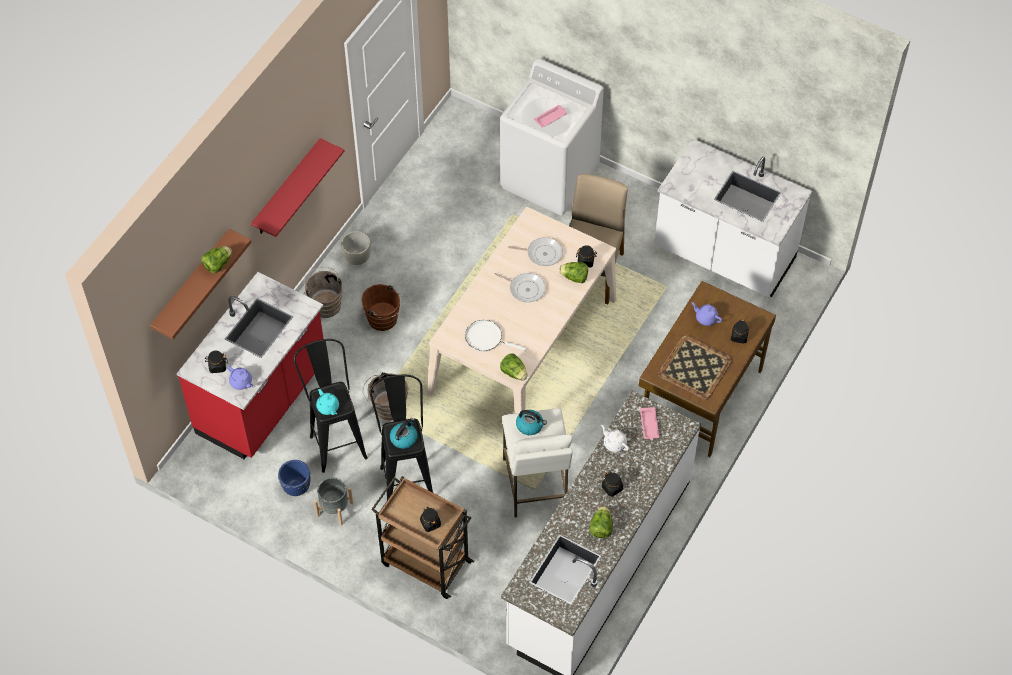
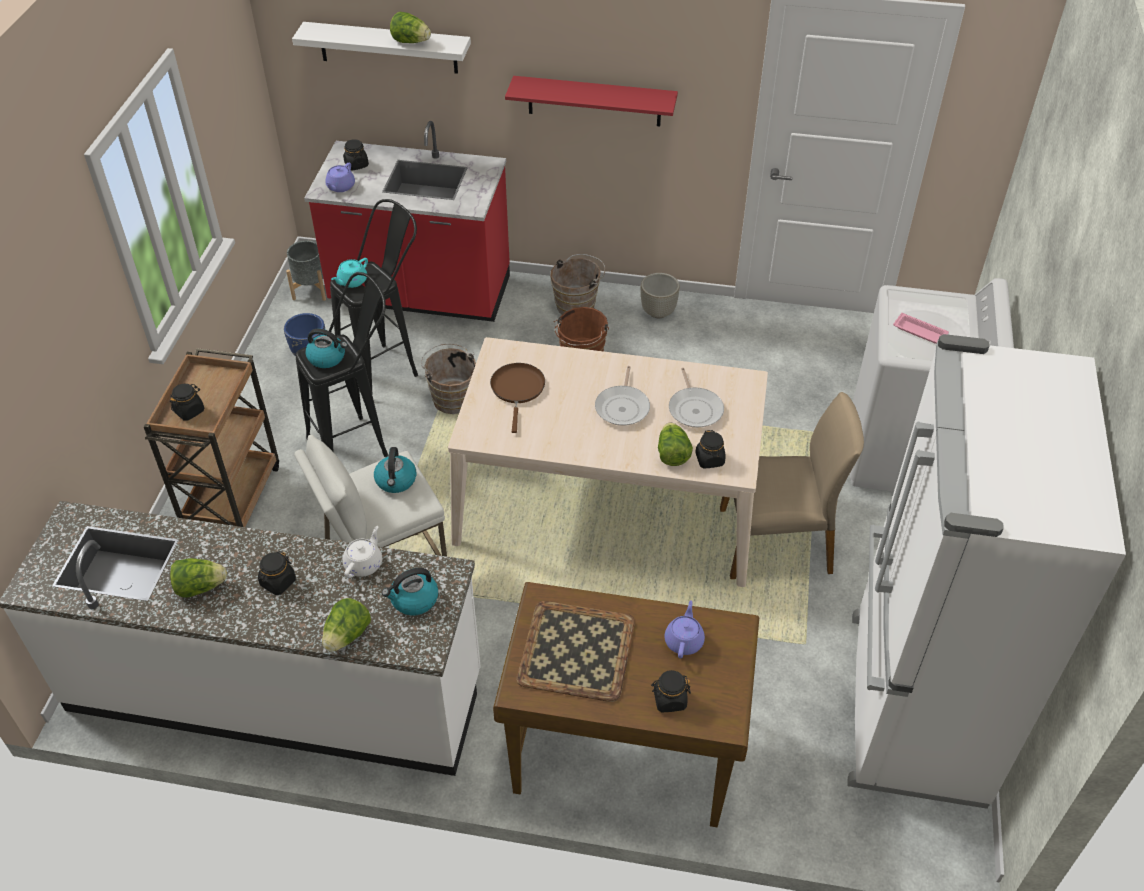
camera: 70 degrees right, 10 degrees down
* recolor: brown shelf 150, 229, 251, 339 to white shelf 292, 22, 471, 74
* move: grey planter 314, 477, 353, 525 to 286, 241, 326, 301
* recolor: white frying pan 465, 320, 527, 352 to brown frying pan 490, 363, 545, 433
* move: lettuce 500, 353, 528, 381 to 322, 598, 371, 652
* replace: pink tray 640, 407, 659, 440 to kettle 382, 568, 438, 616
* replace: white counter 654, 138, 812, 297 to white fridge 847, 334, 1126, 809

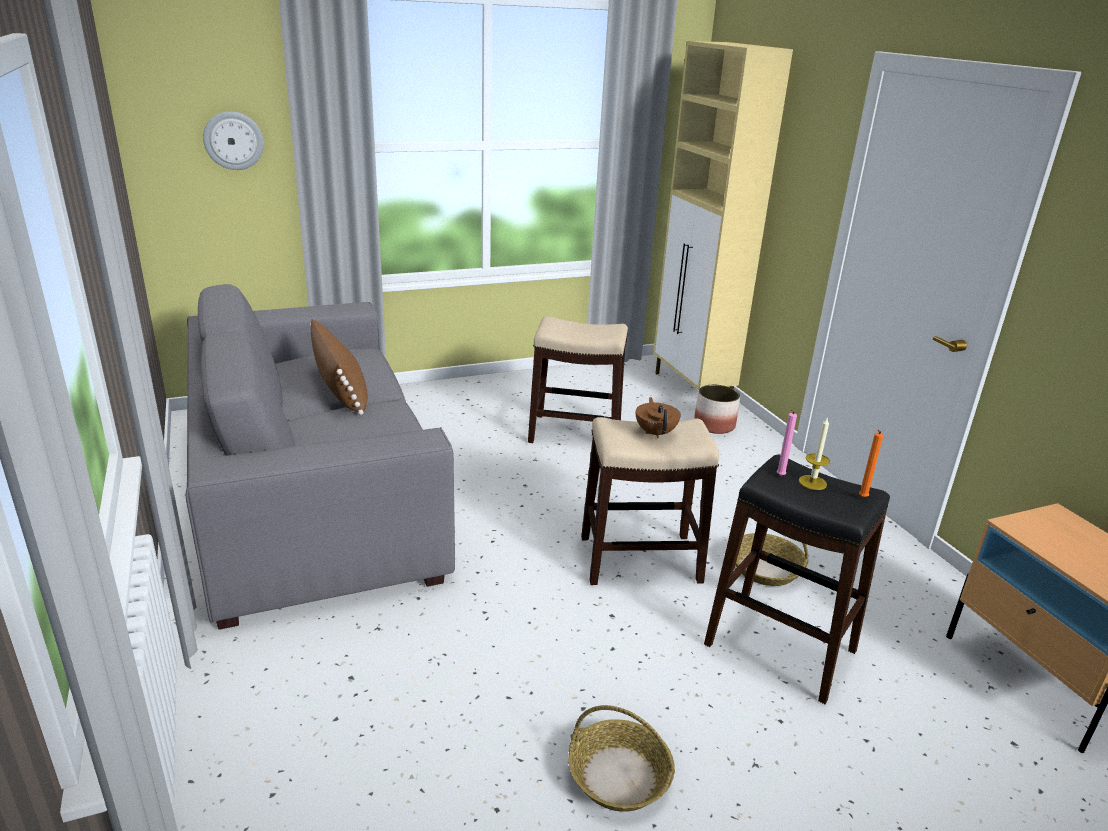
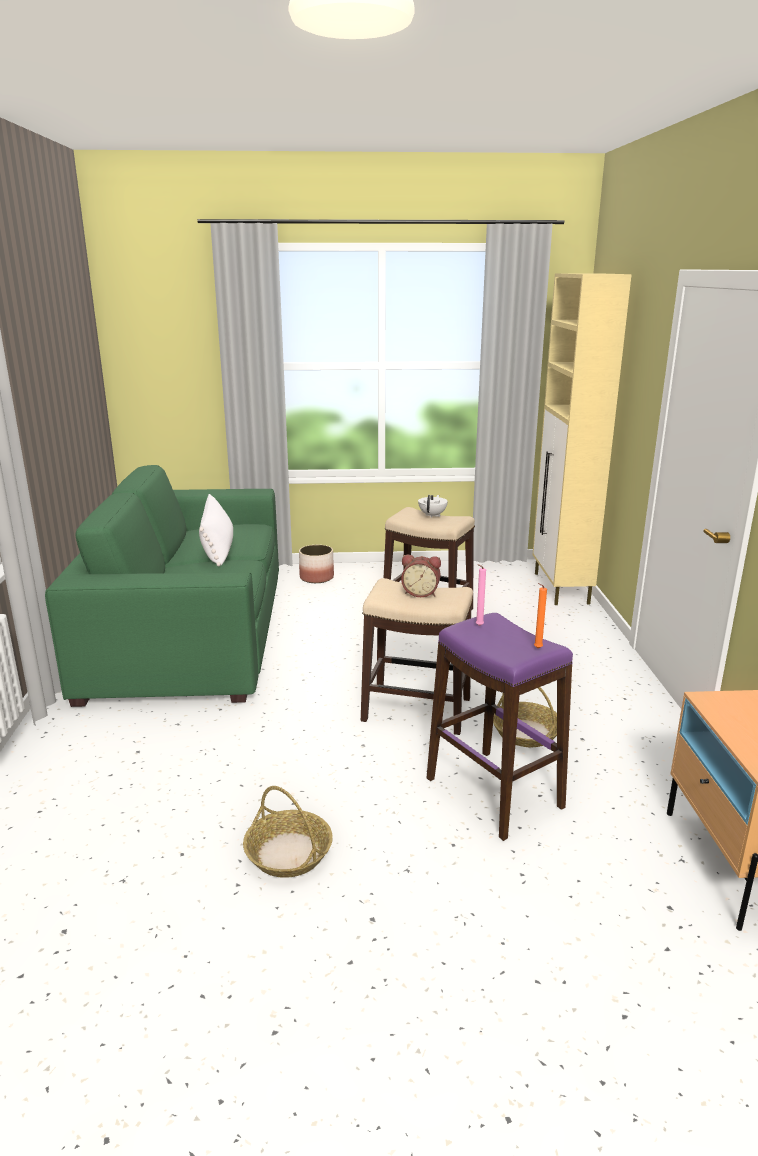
camera: 20 degrees right, 5 degrees down
* recolor: grey sofa 185, 284, 455, 630 to green sofa 45, 465, 279, 707
* delete: wall clock 203, 111, 264, 170
* recolor: brown pillow 310, 319, 368, 415 to white pillow 199, 494, 233, 566
* replace: brown teapot 636, 397, 681, 438 to alarm clock 401, 555, 441, 597
* move: planter 694, 385, 740, 434 to 299, 545, 334, 583
* recolor: black stool 704, 455, 890, 704 to purple stool 426, 613, 573, 841
* delete: candle 799, 418, 830, 490
* insert: white teapot 418, 495, 448, 518

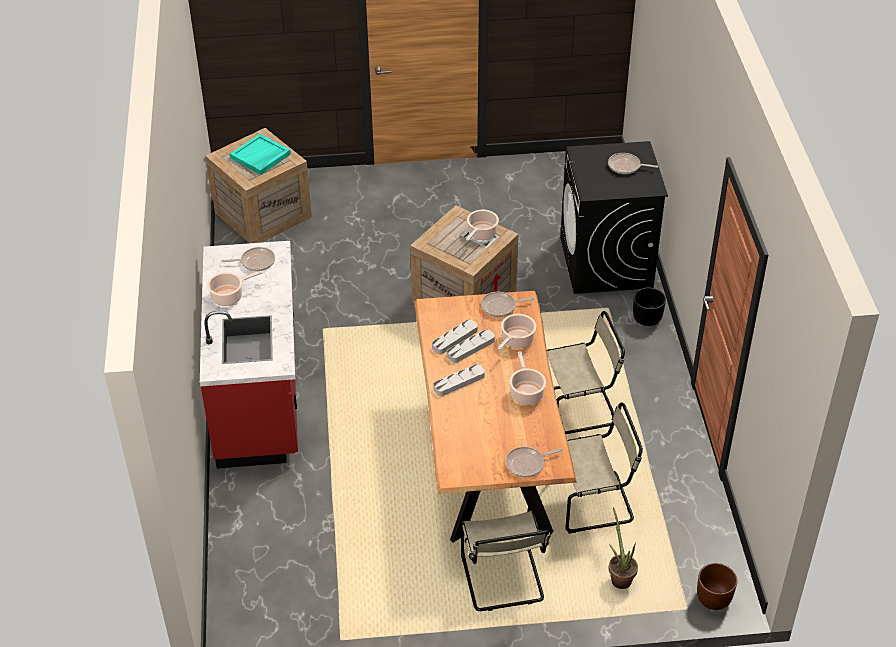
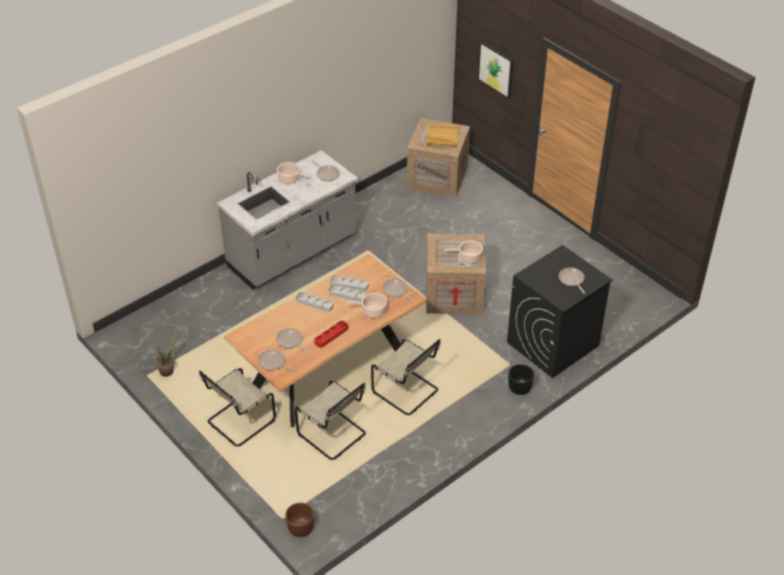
camera: 55 degrees right, 0 degrees up
* recolor: red counter 200, 241, 298, 469 to grey counter 217, 150, 358, 290
* recolor: turquoise tray 230, 134, 291, 175 to beige tray 426, 125, 458, 148
* replace: cooking pot 509, 351, 546, 405 to red tray 314, 321, 348, 348
* move: potted plant 609, 507, 638, 589 to 155, 326, 177, 377
* insert: frying pan 276, 328, 308, 353
* insert: picture 478, 41, 514, 99

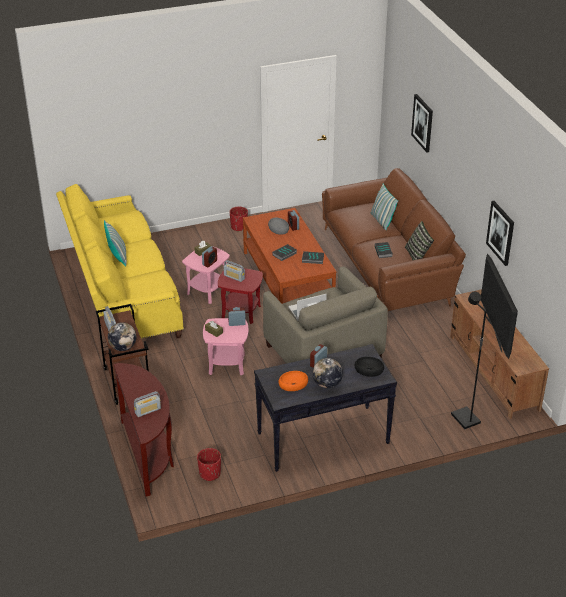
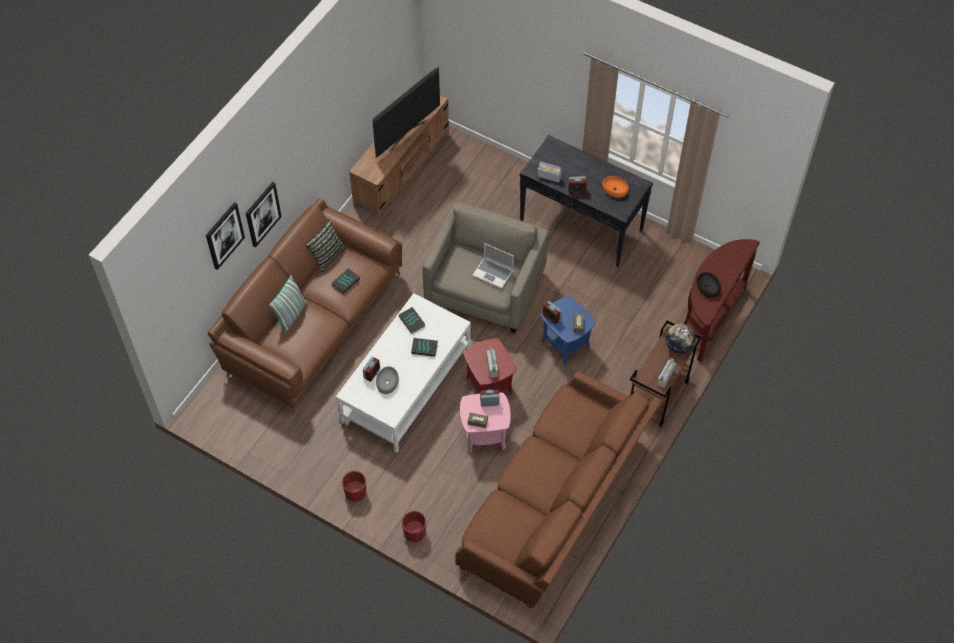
camera: 130 degrees left, 20 degrees up
* recolor: yellow sofa 56, 184, 184, 339 to brown sofa 455, 371, 661, 608
* delete: pillow 104, 220, 127, 266
* move: radio 134, 391, 161, 417 to 537, 162, 562, 183
* move: red planter 197, 448, 221, 481 to 402, 511, 426, 542
* recolor: pink side table 203, 318, 249, 375 to blue side table 541, 296, 596, 364
* recolor: brown coffee table 243, 208, 336, 304 to white coffee table 336, 293, 471, 453
* delete: globe 312, 358, 343, 388
* move: black bowl 355, 357, 384, 377 to 697, 272, 721, 298
* delete: black floor lamp 451, 292, 487, 429
* move: picture 486, 201, 514, 266 to 246, 182, 282, 248

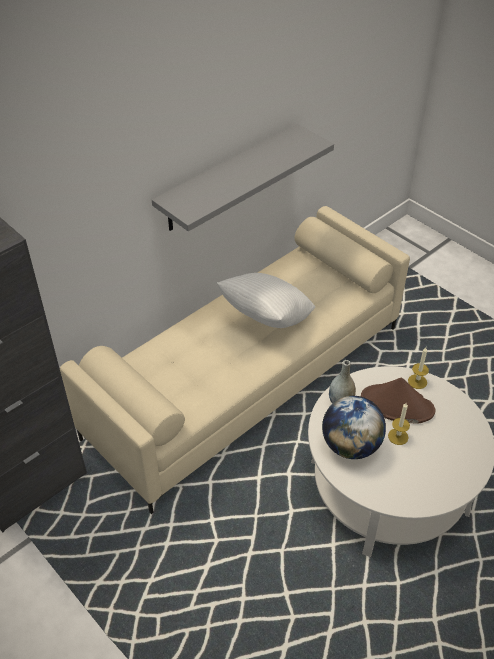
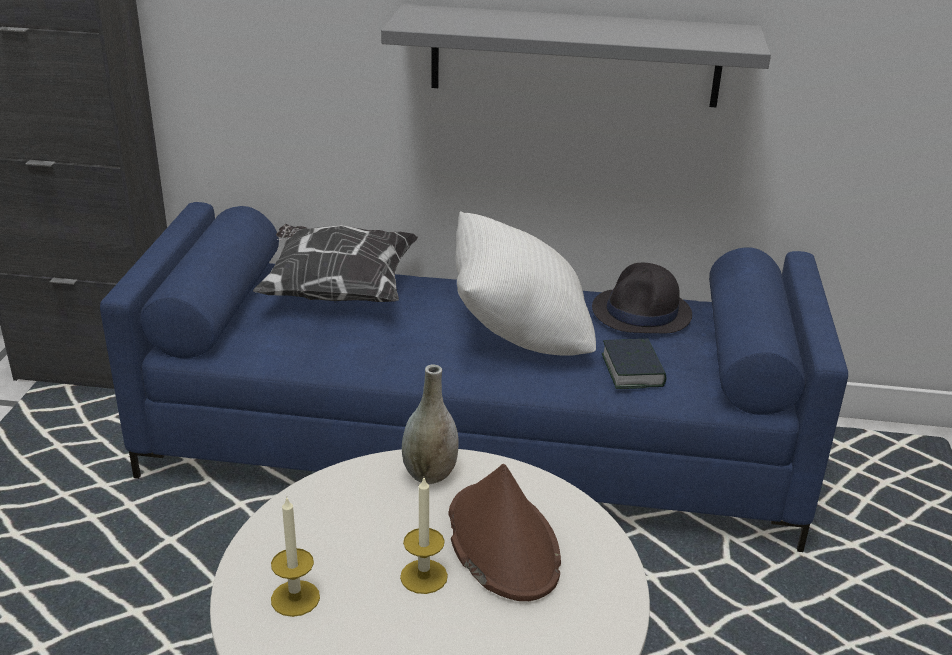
camera: 50 degrees right, 15 degrees down
* recolor: beige sofa 60, 206, 410, 514 to blue sofa 100, 202, 848, 552
* delete: globe 322, 396, 386, 459
* move: candle 408, 347, 429, 389 to 271, 498, 320, 617
* insert: pillow 253, 224, 418, 302
* insert: black hat 592, 263, 692, 333
* insert: book 602, 339, 667, 389

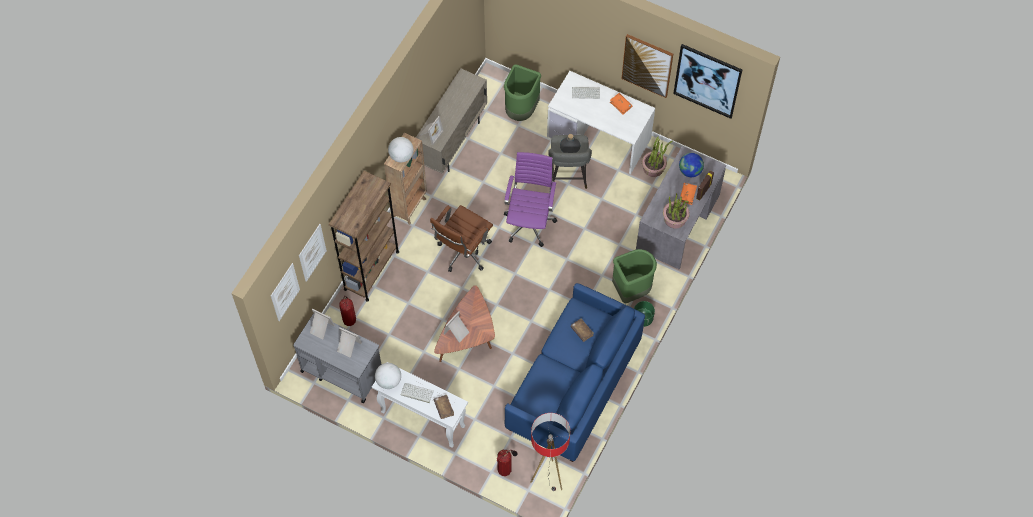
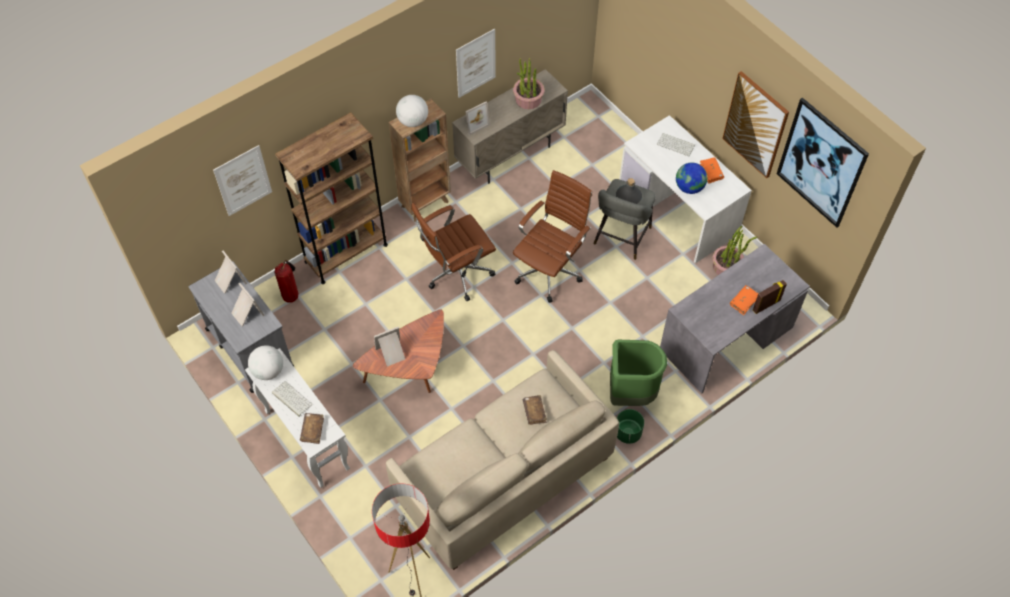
camera: 25 degrees right, 5 degrees down
* move: picture 271, 263, 300, 321 to 456, 29, 496, 98
* delete: fire extinguisher 496, 450, 518, 476
* delete: green trash can 504, 65, 541, 121
* recolor: purple office chair 504, 152, 557, 247 to brown office chair 513, 170, 592, 303
* recolor: blue sofa 505, 283, 645, 462 to beige sofa 386, 350, 619, 570
* move: potted plant 663, 193, 690, 228 to 513, 58, 545, 109
* move: globe 679, 153, 704, 177 to 676, 163, 707, 194

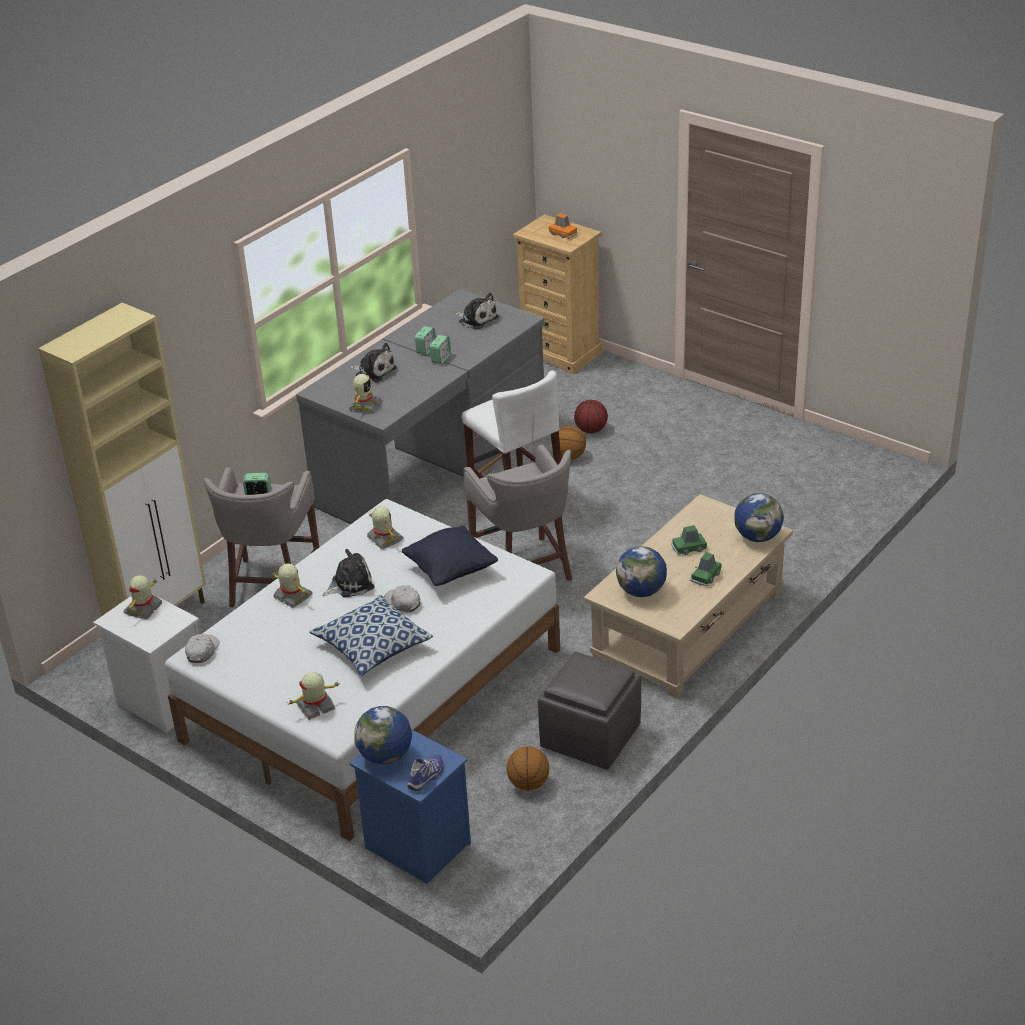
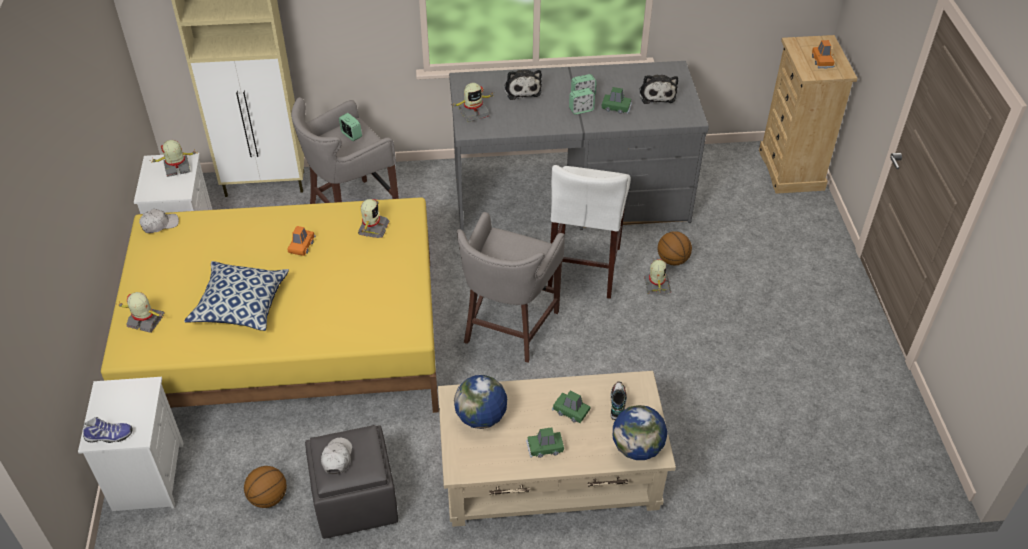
camera: 45 degrees right, 10 degrees up
* recolor: white bed 165, 499, 560, 841 to yellow bed 101, 197, 439, 413
* move: toy robot 272, 564, 313, 608 to 644, 258, 671, 294
* replace: plush toy 322, 549, 374, 598 to orange toy car 288, 226, 316, 256
* recolor: blue nightstand 349, 729, 471, 884 to white nightstand 78, 377, 184, 511
* delete: globe 354, 706, 412, 764
* move: white cap 384, 585, 420, 613 to 321, 437, 352, 474
* delete: black pillow 402, 525, 498, 586
* delete: basketball 574, 400, 608, 433
* insert: green toy car 602, 87, 632, 114
* insert: shoe 610, 382, 627, 420

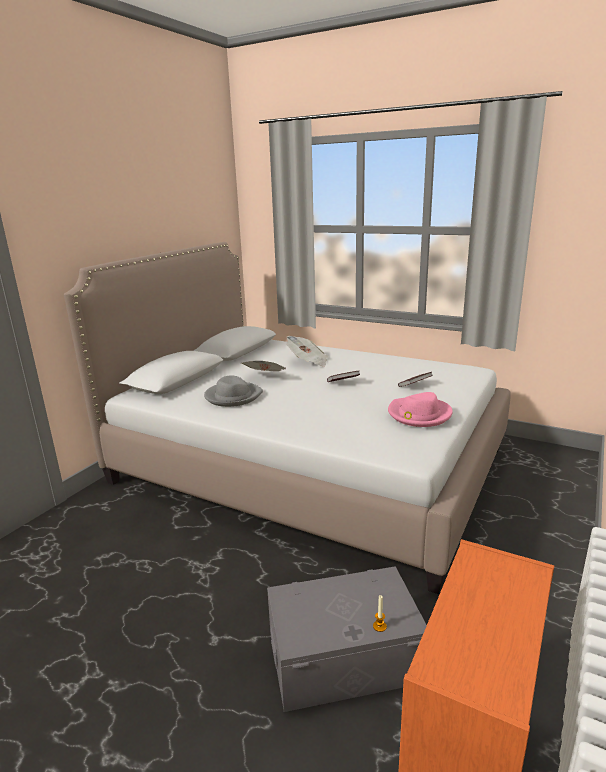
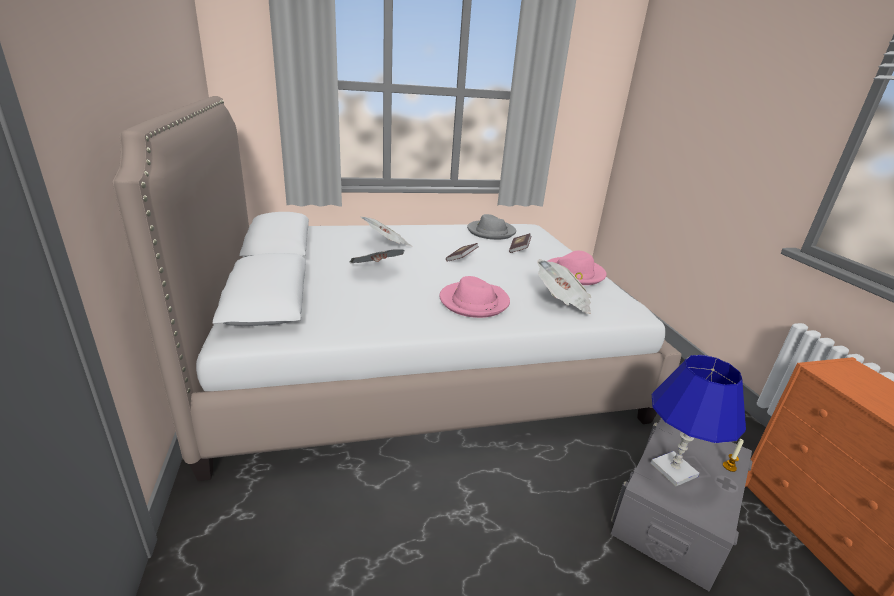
camera: 45 degrees left, 5 degrees up
* move: grey hat 204, 375, 263, 407 to 467, 214, 516, 240
* insert: pink hat 439, 276, 510, 318
* insert: newspaper 537, 259, 591, 314
* insert: blue table lamp 650, 355, 746, 486

